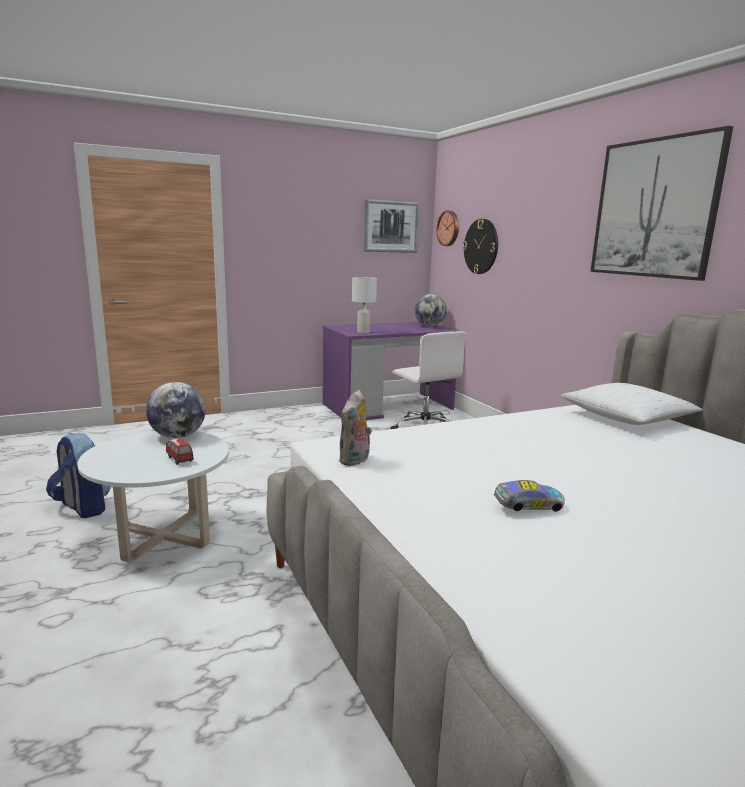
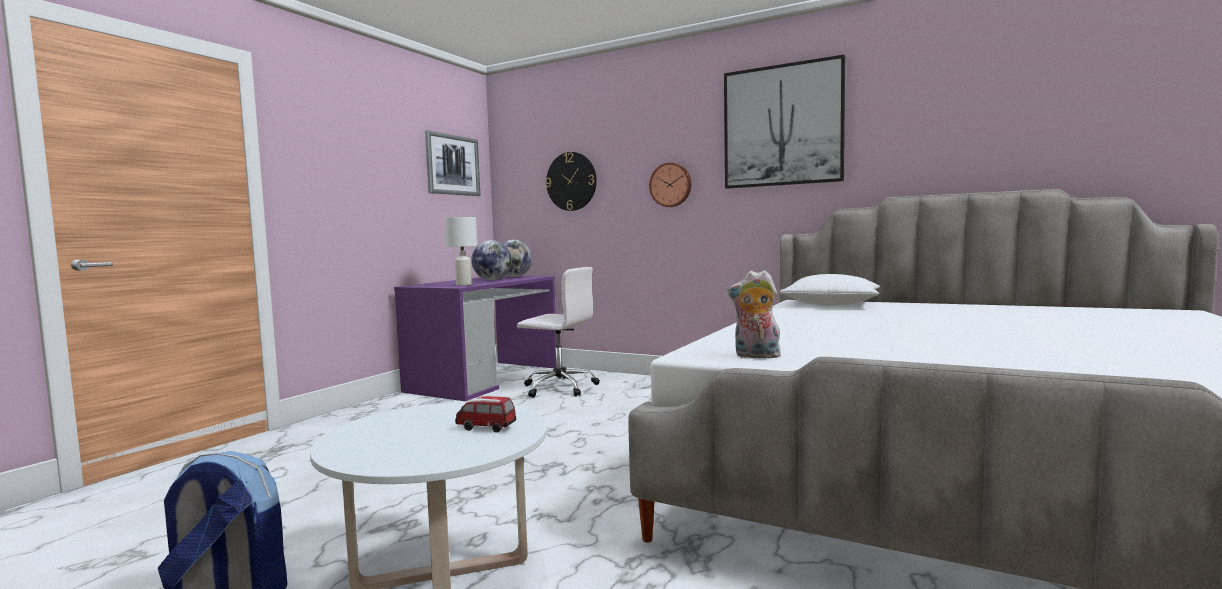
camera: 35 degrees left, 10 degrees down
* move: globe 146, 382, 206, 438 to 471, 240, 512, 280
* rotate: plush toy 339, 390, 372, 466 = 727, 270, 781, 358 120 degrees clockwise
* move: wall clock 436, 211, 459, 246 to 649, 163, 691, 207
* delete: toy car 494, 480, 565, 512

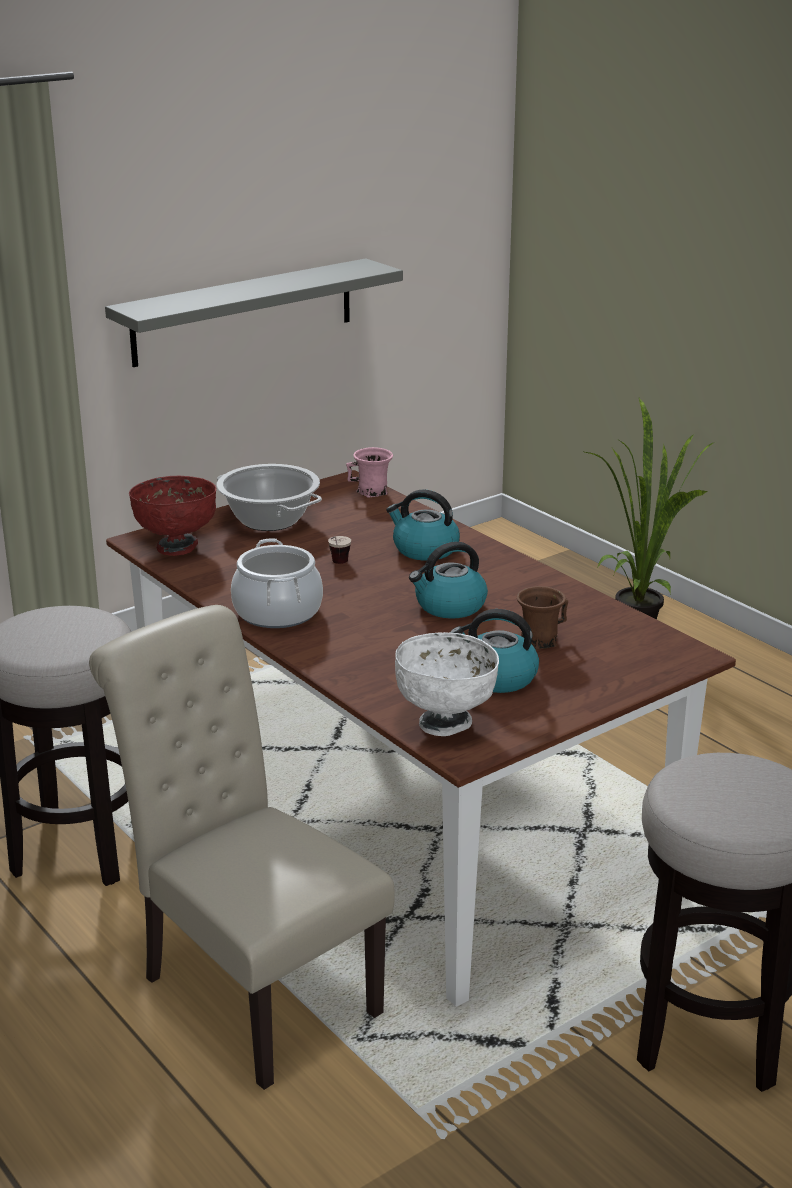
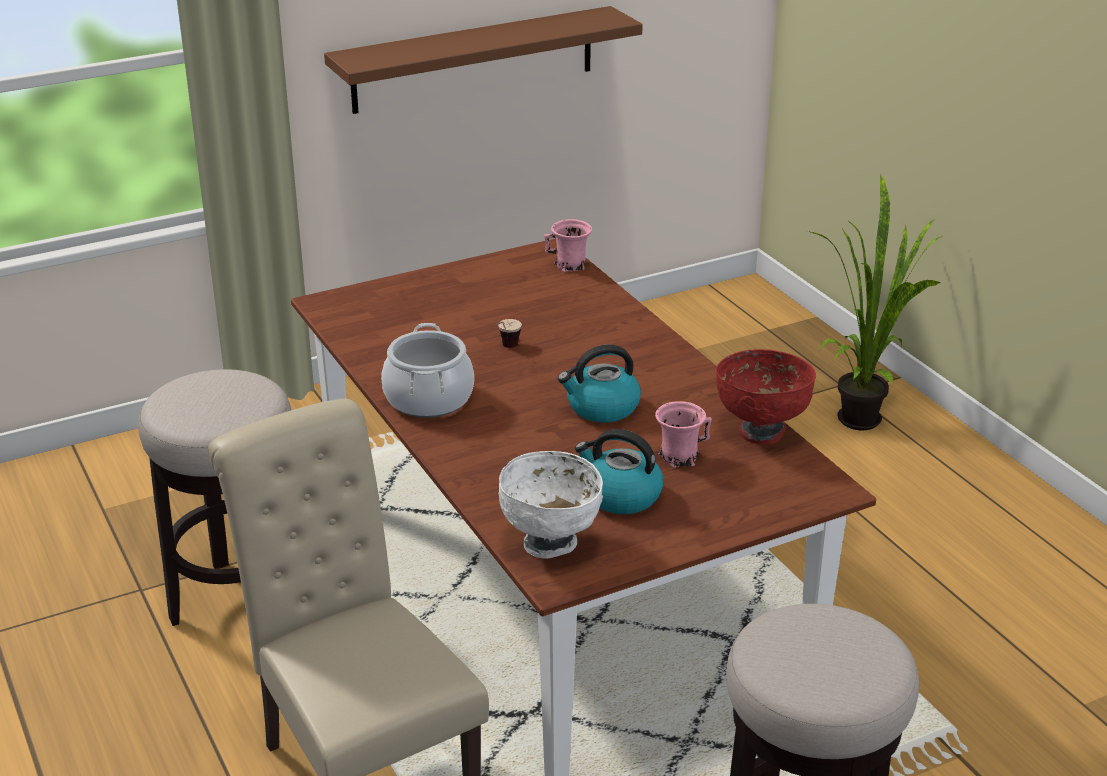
camera: 10 degrees right, 5 degrees up
* recolor: grey shelf 105, 258, 403, 367 to brown shelf 324, 6, 643, 114
* move: red bowl 129, 475, 216, 556 to 716, 349, 816, 444
* delete: cooking pot 217, 464, 322, 531
* delete: kettle 386, 489, 460, 561
* recolor: brown mug 517, 586, 568, 650 to pink mug 655, 401, 712, 468

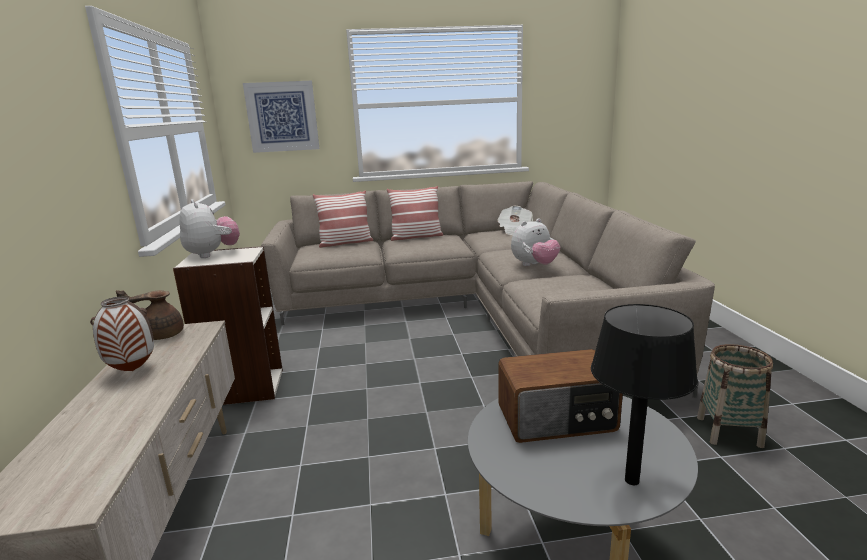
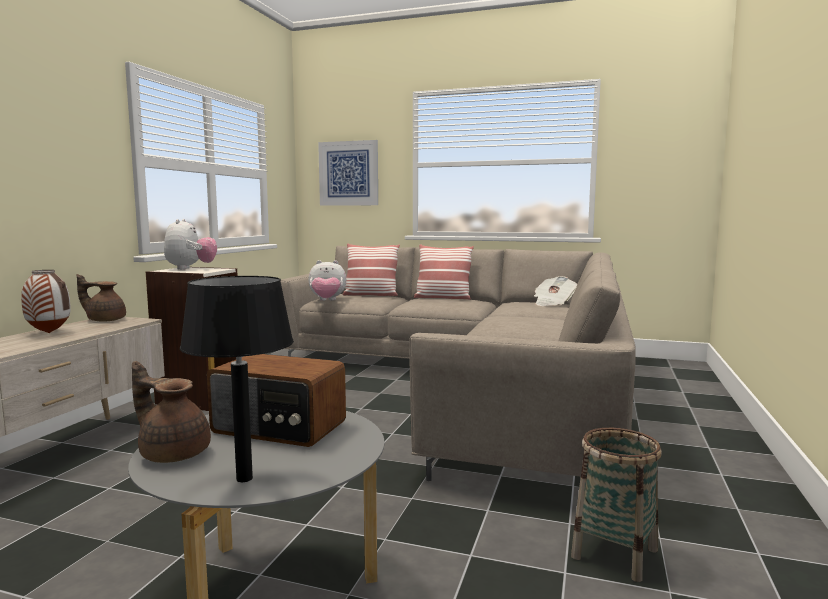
camera: 25 degrees right, 10 degrees down
* move: plush toy 511, 219, 560, 266 to 308, 260, 346, 301
* insert: brown teapot 132, 361, 211, 463

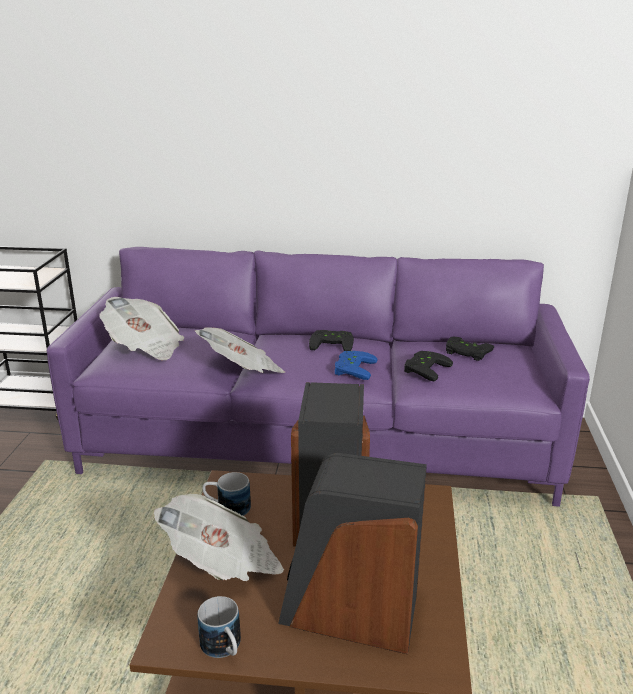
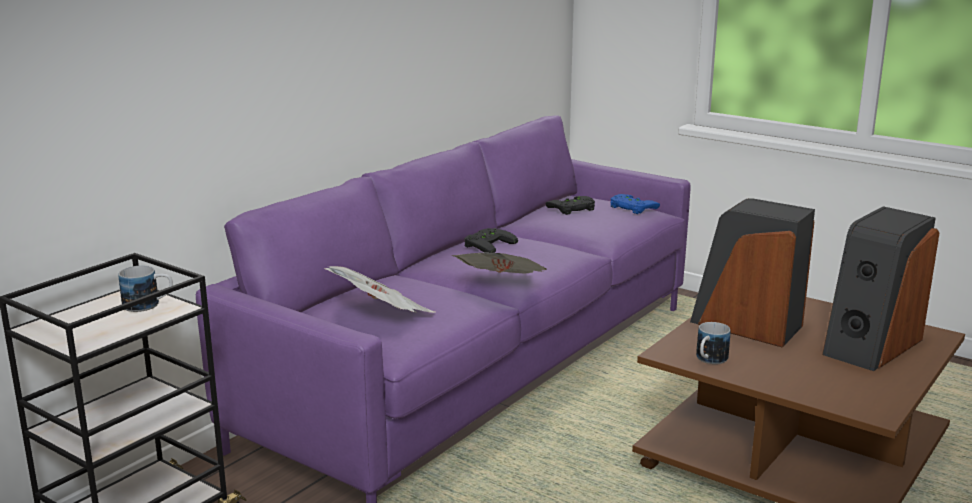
camera: 60 degrees left, 5 degrees down
* delete: newspaper 154, 494, 284, 581
* move: mug 197, 596, 241, 658 to 119, 266, 173, 312
* move: blue game controller 335, 351, 377, 380 to 610, 194, 660, 214
* delete: black game controller 404, 351, 453, 381

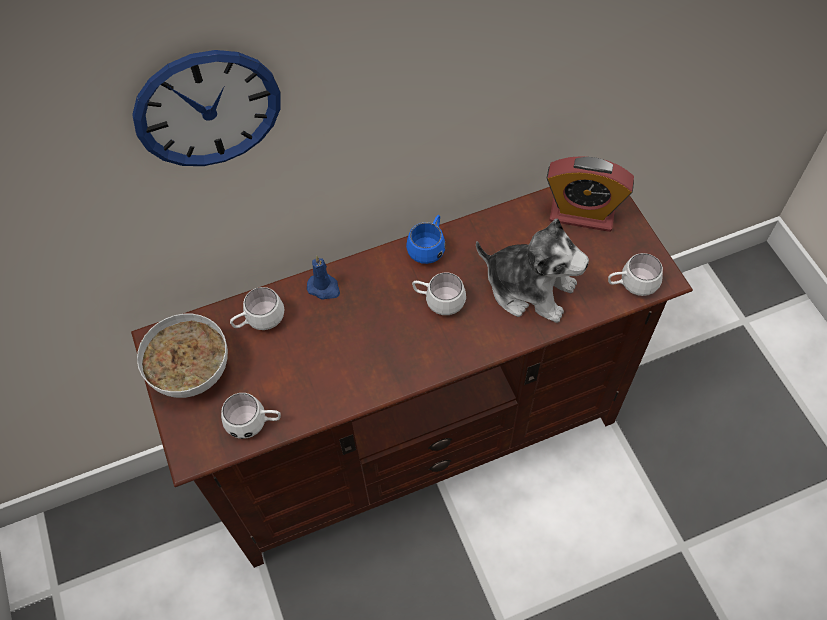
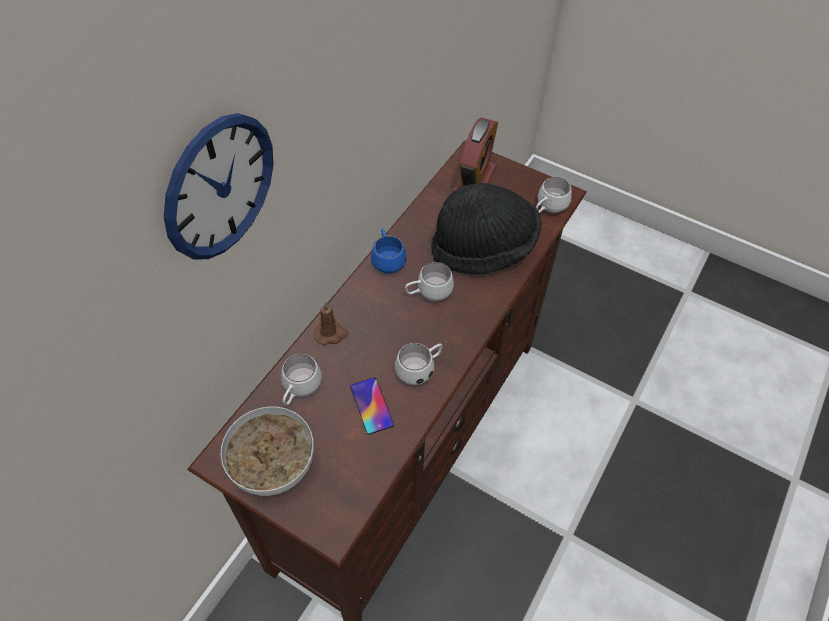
camera: 40 degrees left, 5 degrees down
* move: white mug 221, 393, 281, 439 to 395, 343, 443, 385
* recolor: blue candle 307, 255, 340, 299 to brown candle 314, 302, 348, 345
* replace: plush toy 476, 219, 589, 323 to black hat 431, 183, 542, 275
* rotate: alarm clock 547, 156, 634, 232 = 453, 117, 498, 192 45 degrees counterclockwise
* insert: phone 350, 377, 394, 434

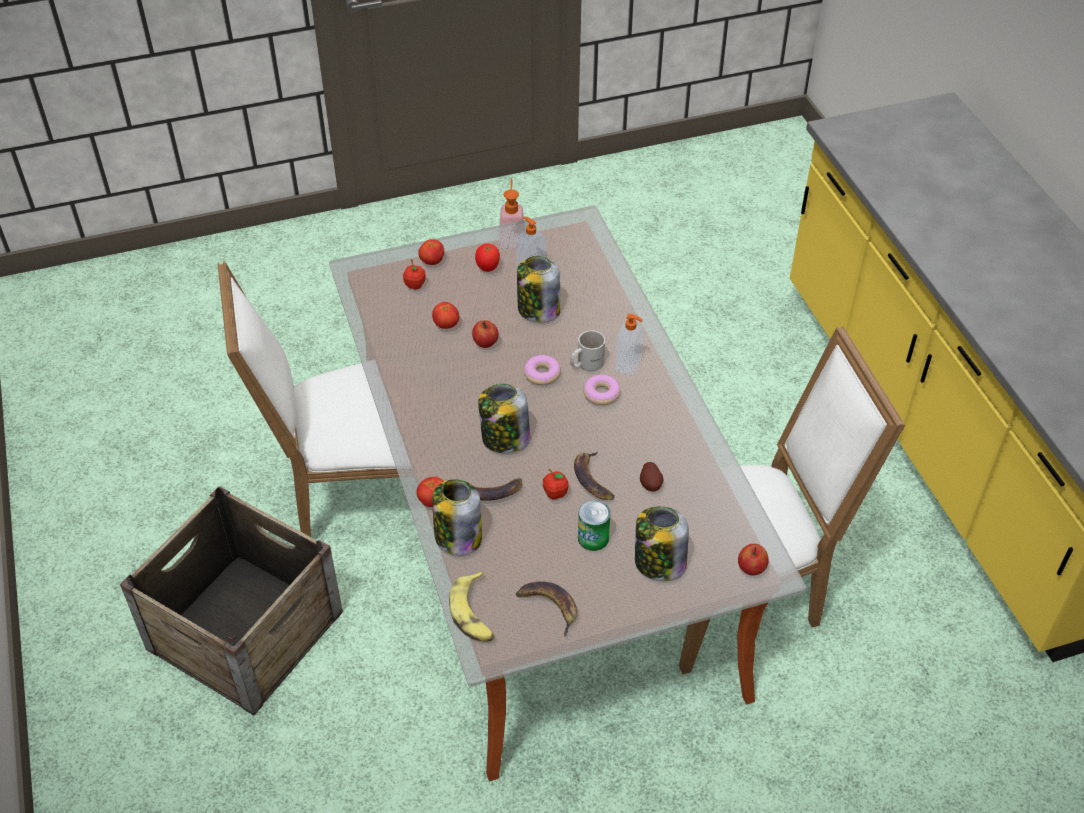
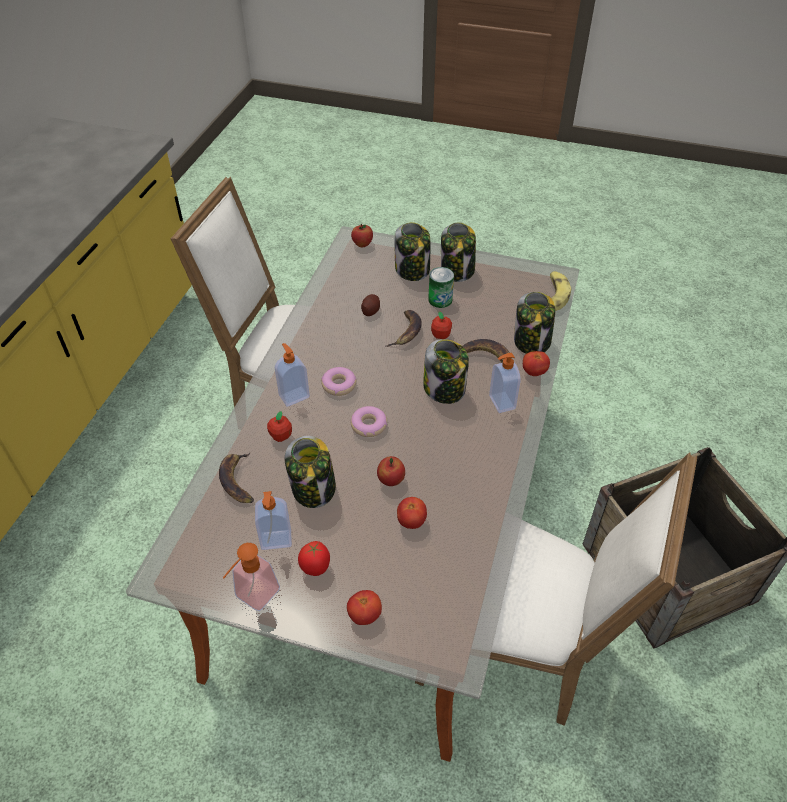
camera: 145 degrees left, 0 degrees up
* move: apple 403, 259, 426, 290 to 267, 411, 292, 442
* move: banana 516, 581, 577, 636 to 219, 453, 254, 503
* delete: white mug 570, 330, 605, 371
* insert: jar 441, 222, 476, 282
* insert: soap dispenser 489, 353, 521, 413

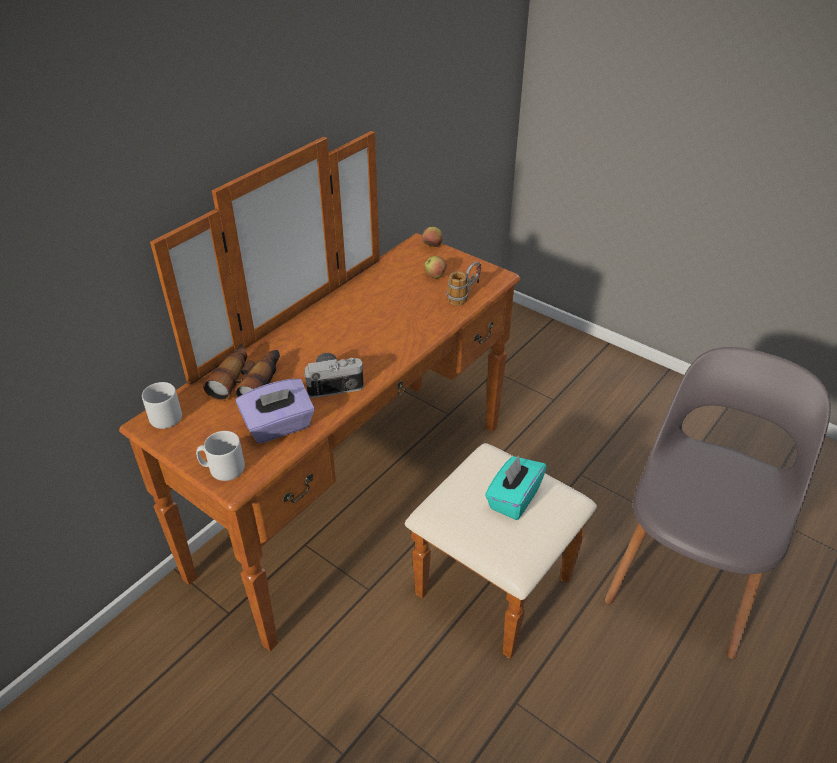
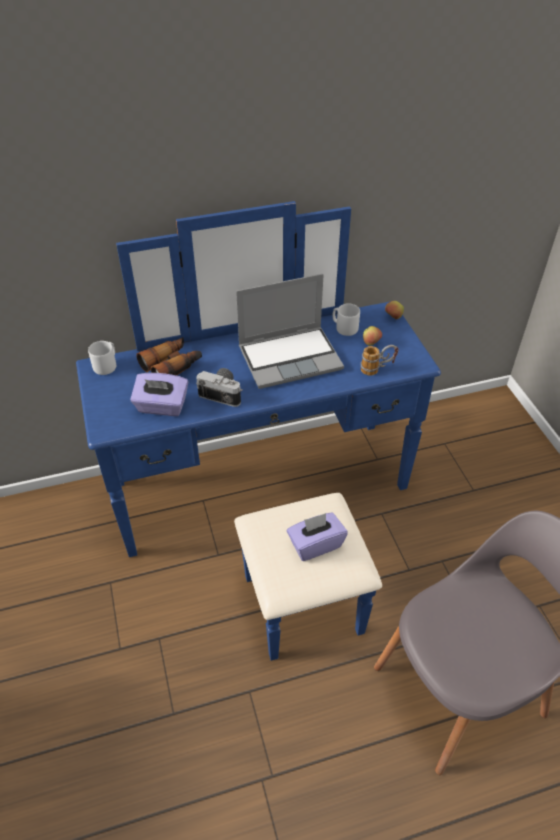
camera: 35 degrees right, 5 degrees up
* recolor: brown dresser 119, 131, 597, 659 to blue dresser 76, 201, 441, 661
* move: grey mug 196, 431, 245, 481 to 333, 303, 360, 336
* recolor: turquoise tissue box 485, 455, 547, 520 to purple tissue box 287, 513, 348, 561
* insert: laptop 236, 274, 344, 389

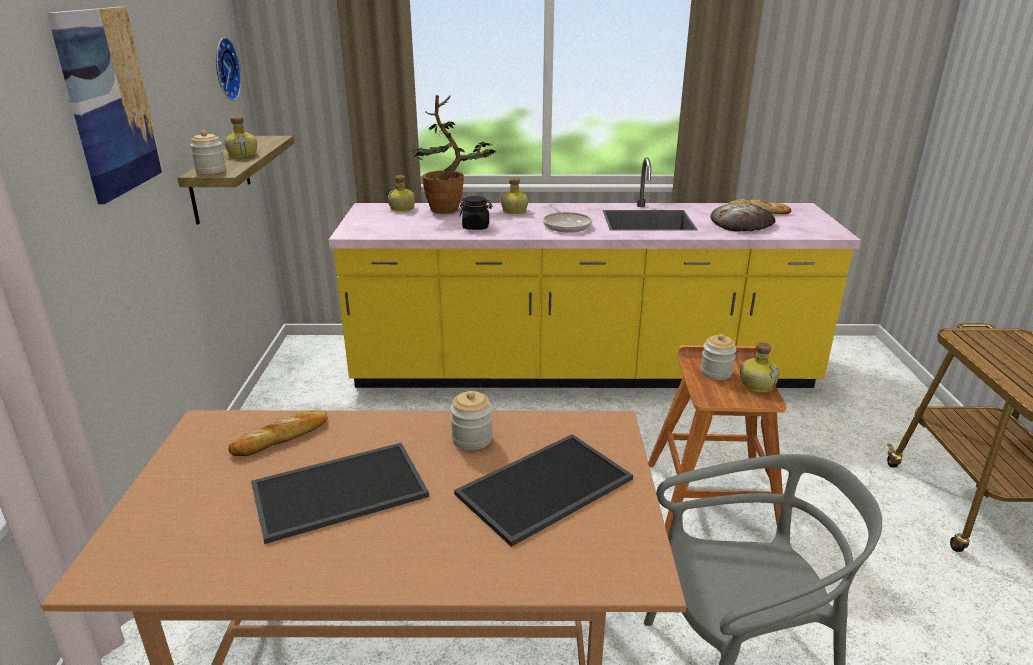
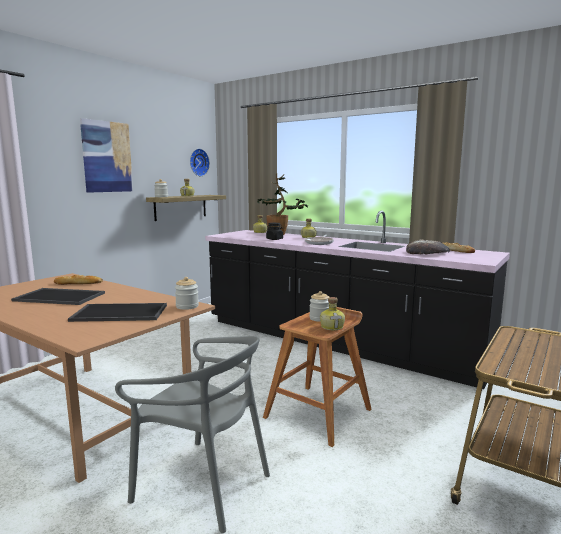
camera: 35 degrees right, 15 degrees down
* recolor: yellow counter 329, 157, 861, 388 to black counter 205, 211, 510, 389
* move: jar 450, 391, 492, 450 to 175, 277, 199, 310

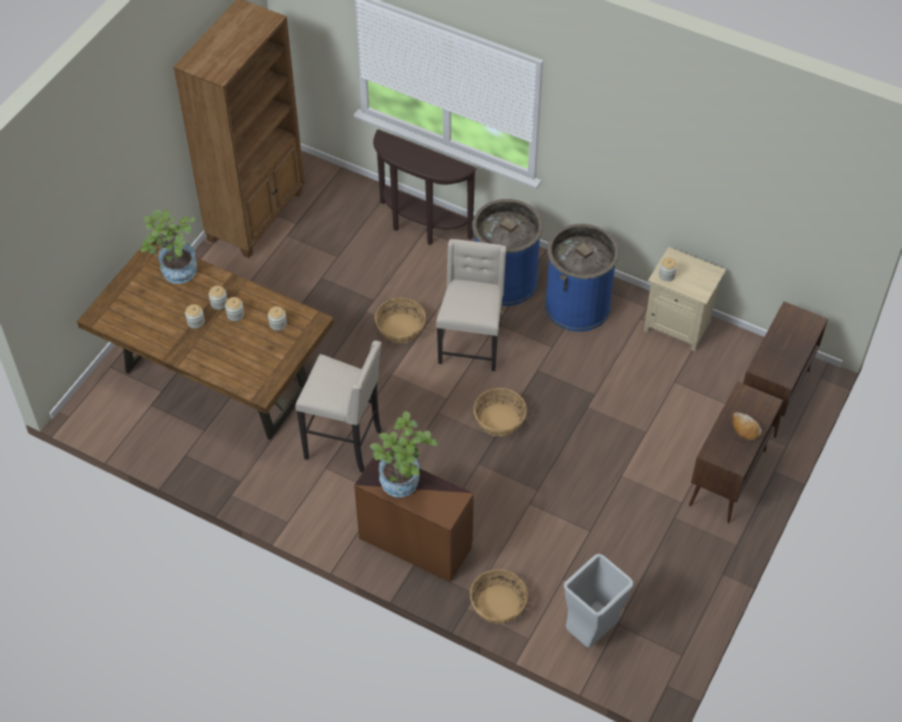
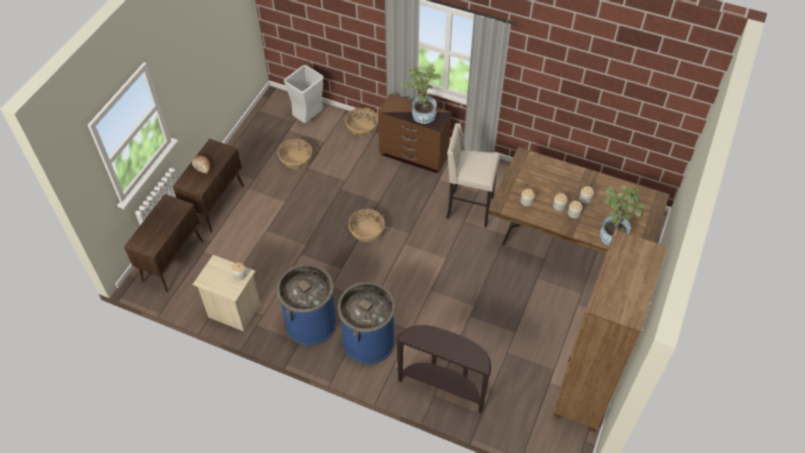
camera: 175 degrees right, 0 degrees up
* move: basket 375, 297, 426, 343 to 278, 139, 312, 169
* delete: beige chair 436, 239, 506, 371

